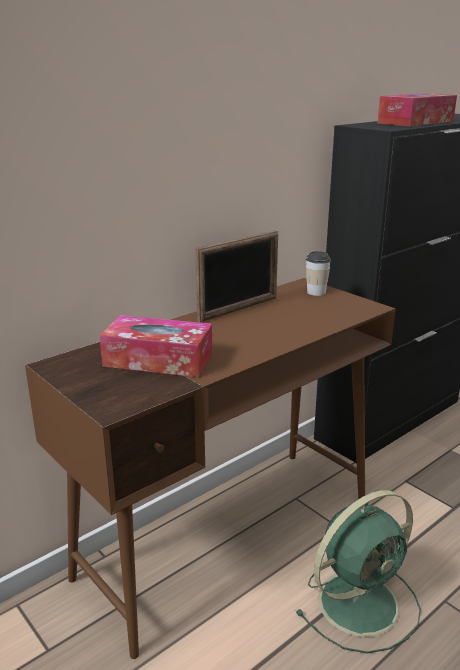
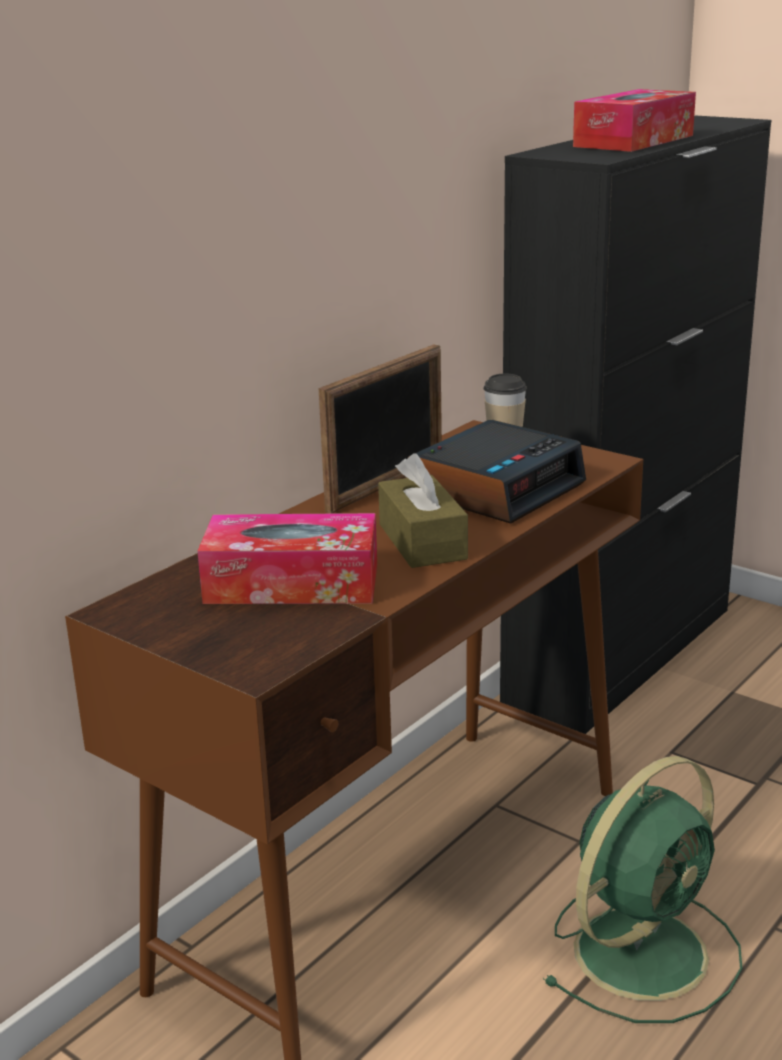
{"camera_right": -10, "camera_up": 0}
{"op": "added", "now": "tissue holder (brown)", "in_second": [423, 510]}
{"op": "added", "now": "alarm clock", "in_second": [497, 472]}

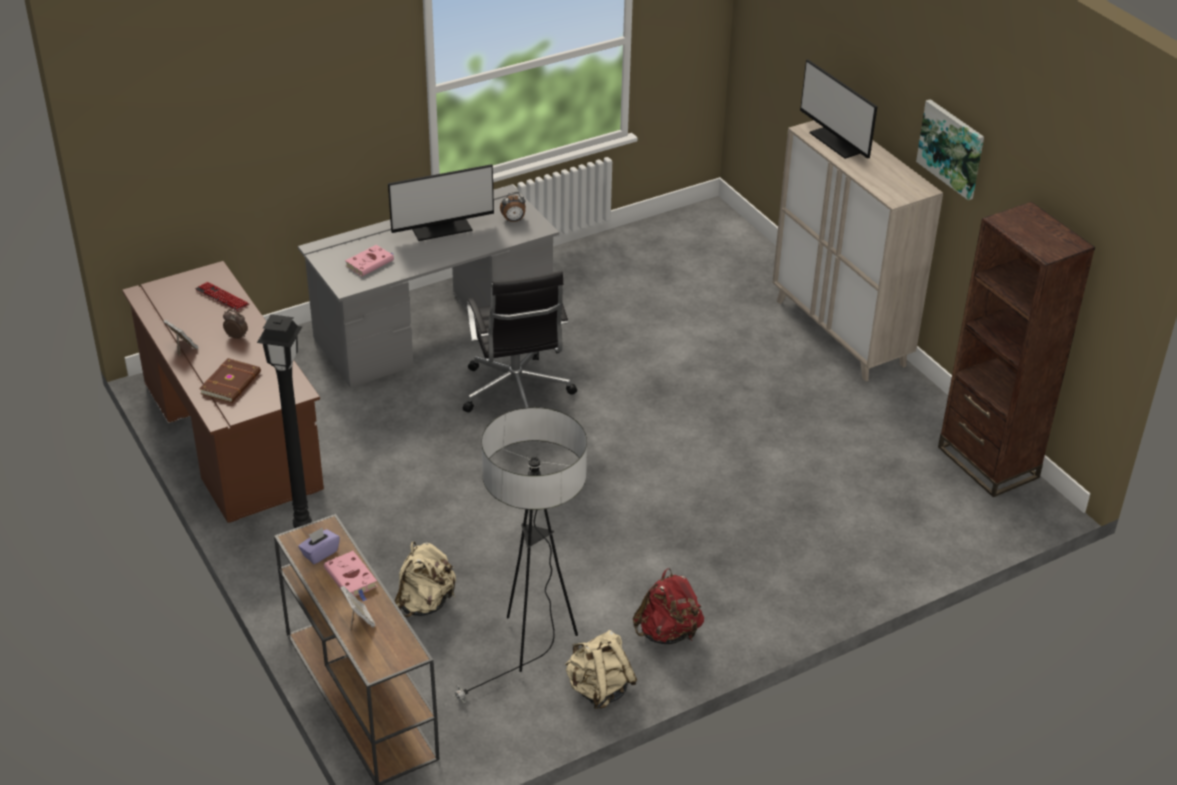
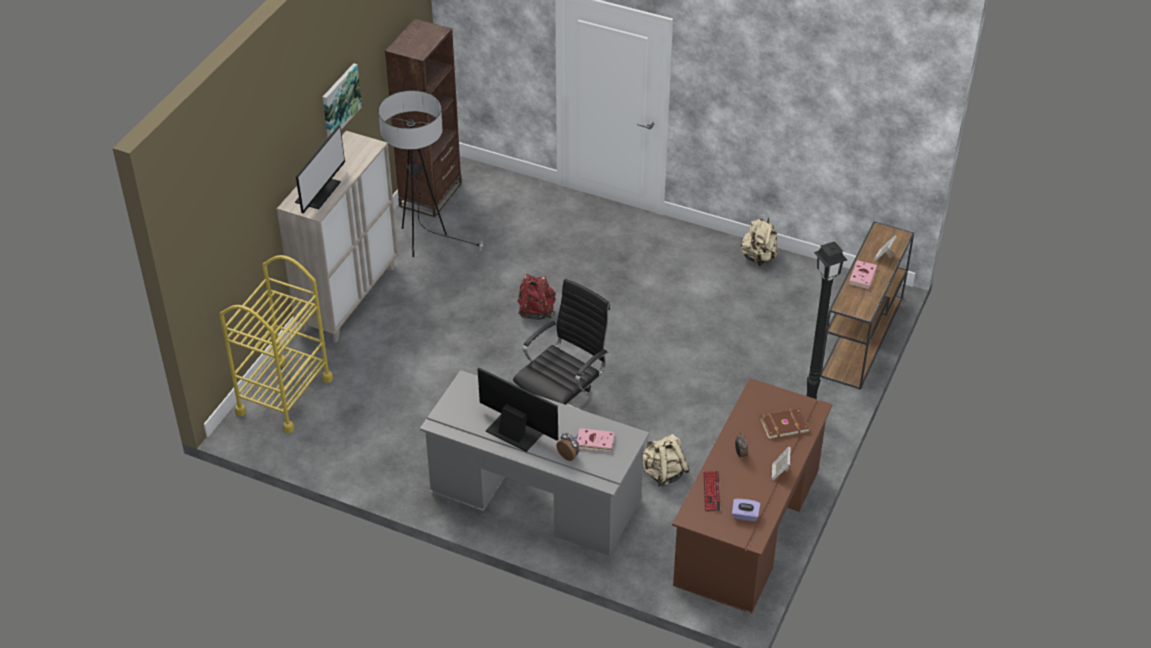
{"camera_right": -125, "camera_up": 5}
{"op": "moved", "was": "tissue holder (purplish)", "in_first": [319, 546], "in_second": [746, 510]}
{"op": "moved", "was": "rucksack (beige-coloured)", "in_first": [425, 579], "in_second": [666, 460]}
{"op": "moved", "was": "standing lamp", "in_first": [519, 555], "in_second": [432, 173]}
{"op": "moved", "was": "alarm clock", "in_first": [513, 207], "in_second": [568, 447]}
{"op": "moved", "was": "rucksack (red)", "in_first": [668, 606], "in_second": [536, 297]}
{"op": "added", "now": "cart (yellow-coloured)", "in_second": [276, 344]}

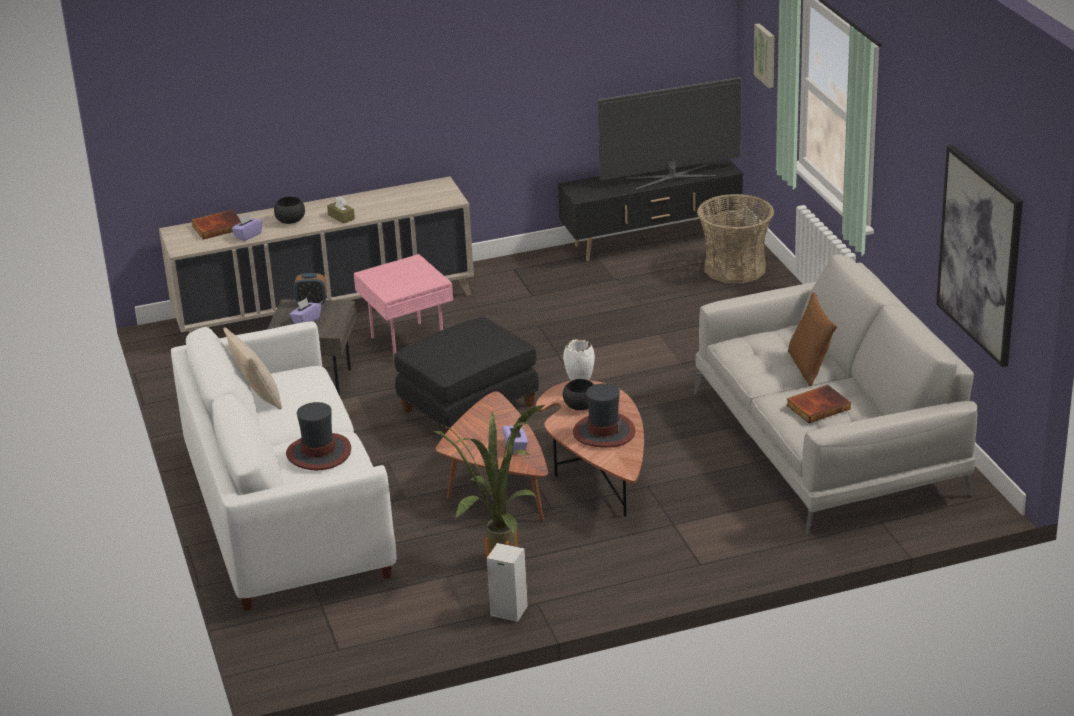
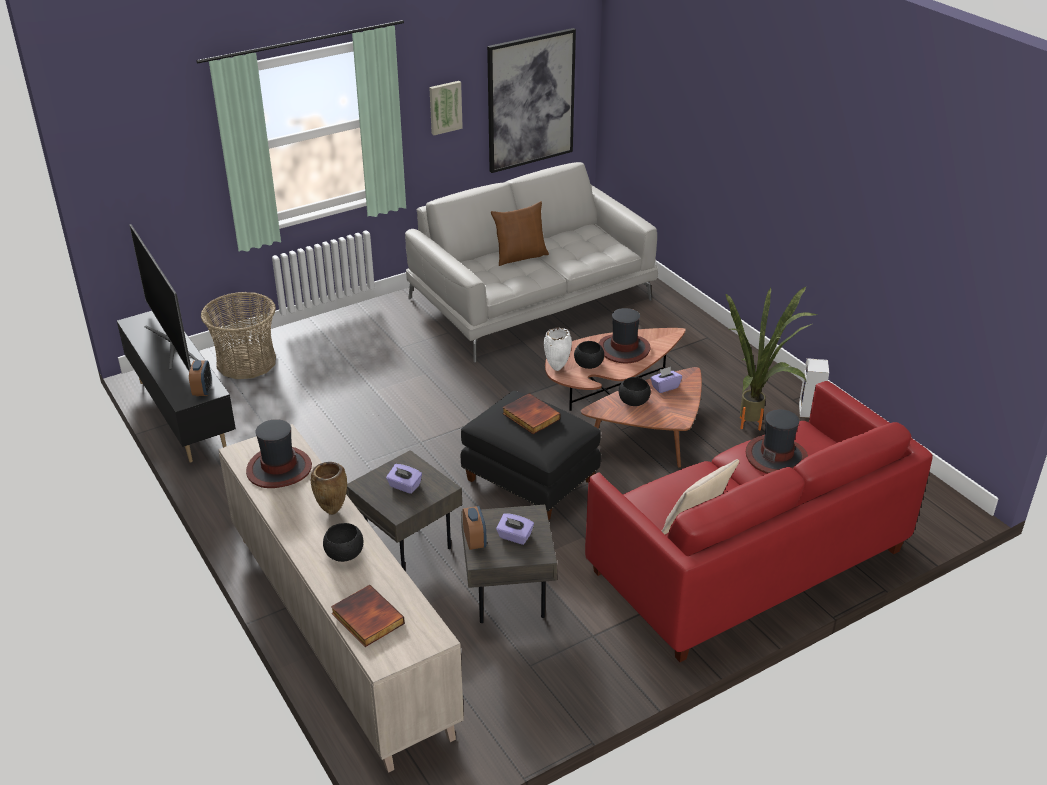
{"camera_right": -105, "camera_up": 5}
{"op": "recoloured", "was": "sofa (whitish)", "now": "sofa (red)", "in_first": [284, 466], "in_second": [759, 521]}
{"op": "moved", "was": "tissue holder (purplish)", "in_first": [247, 227], "in_second": [404, 479]}
{"op": "replaced", "was": "tissue holder (brown)", "now": "vase (brown)", "in_first": [341, 210], "in_second": [329, 488]}
{"op": "recoloured", "was": "accent table (pink)", "now": "accent table (greyish)", "in_first": [403, 305], "in_second": [404, 510]}
{"op": "moved", "was": "wall art", "in_first": [764, 55], "in_second": [446, 108]}
{"op": "moved", "was": "book", "in_first": [819, 404], "in_second": [532, 413]}
{"op": "added", "now": "alarm clock", "in_second": [200, 378]}
{"op": "added", "now": "wearable hat", "in_second": [279, 453]}
{"op": "added", "now": "bowl (black-coloured)", "in_second": [635, 391]}

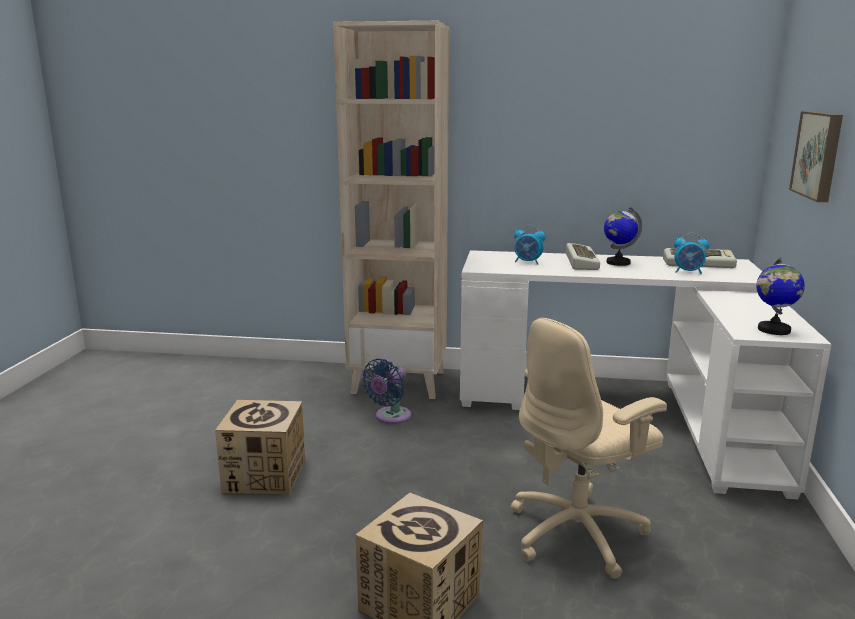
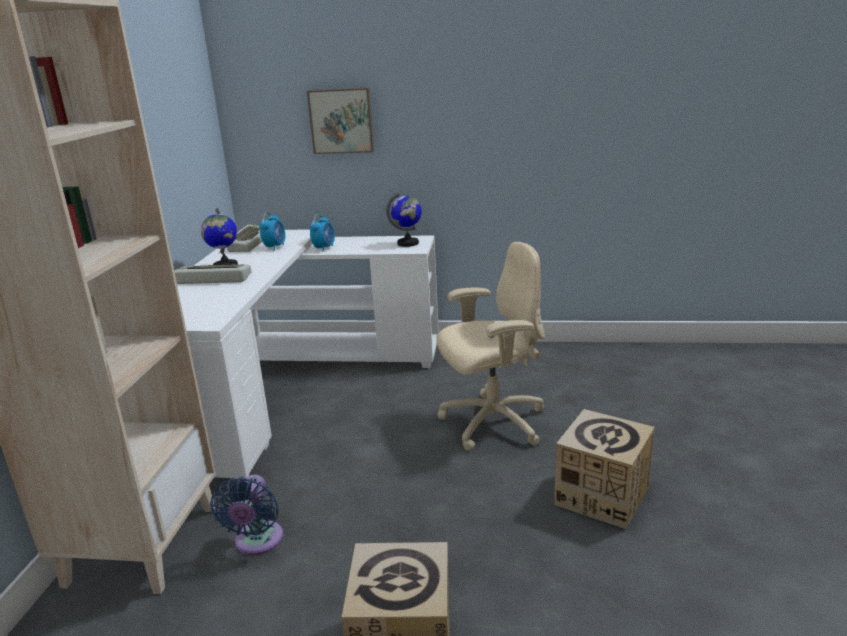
{"camera_right": -90, "camera_up": 5}
{"op": "turned", "was": "fan (blue)", "in_first": [386, 391], "in_second": [246, 515], "clockwise": 60}
{"op": "turned", "was": "computer chair (beige-coloured)", "in_first": [589, 448], "in_second": [490, 346], "clockwise": -75}
{"op": "moved", "was": "alarm clock", "in_first": [530, 245], "in_second": [322, 233]}

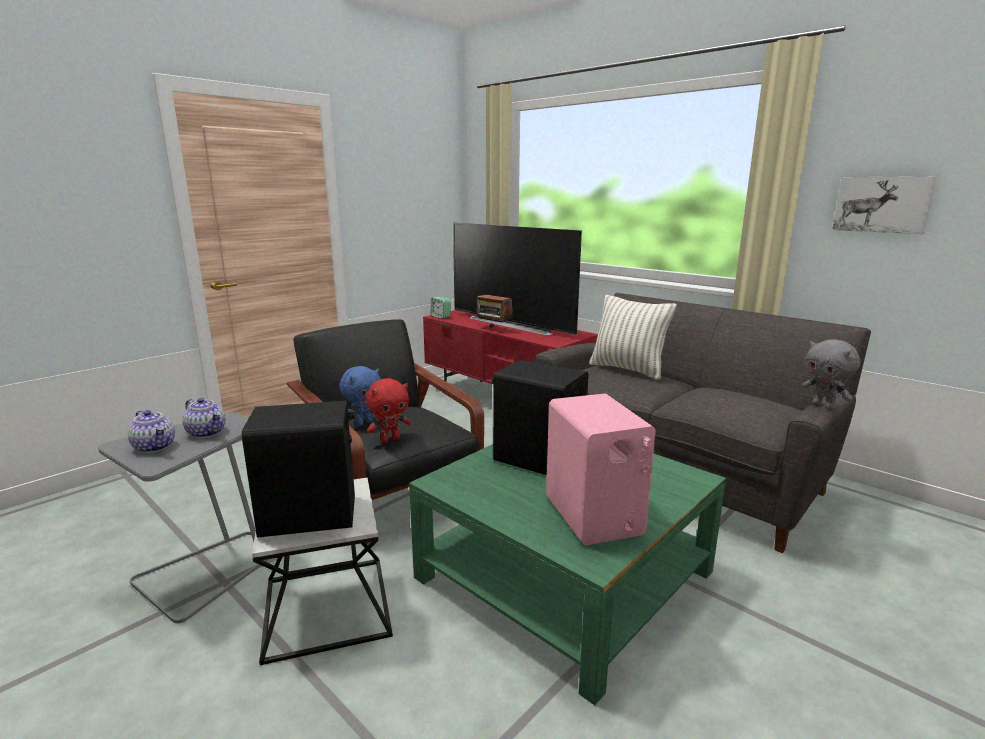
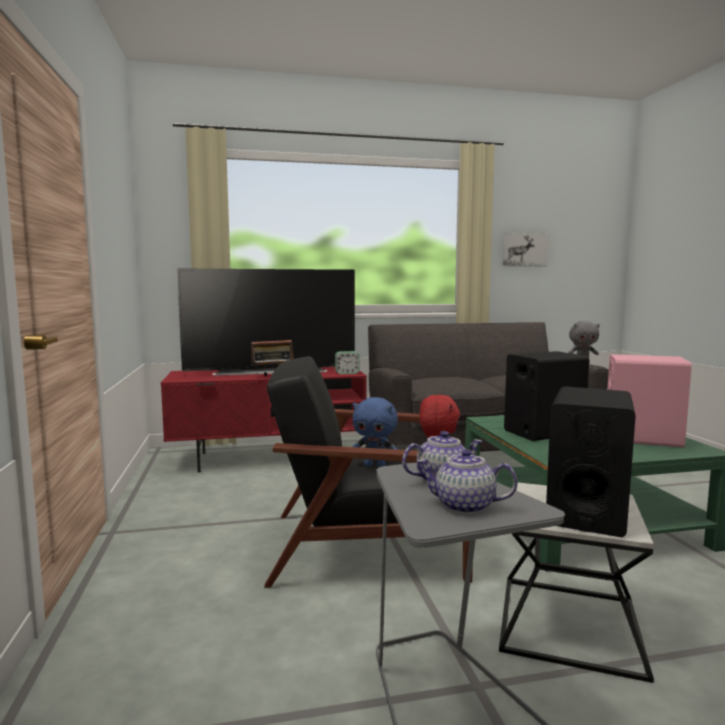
{"camera_right": -55, "camera_up": -10}
{"op": "turned", "was": "tea pot", "in_first": [151, 431], "in_second": [467, 481], "clockwise": -150}
{"op": "turned", "was": "cuddly toy (blue)", "in_first": [359, 396], "in_second": [375, 432], "clockwise": 120}
{"op": "moved", "was": "alarm clock", "in_first": [441, 308], "in_second": [347, 362]}
{"op": "removed", "was": "cushion", "in_first": [633, 337]}

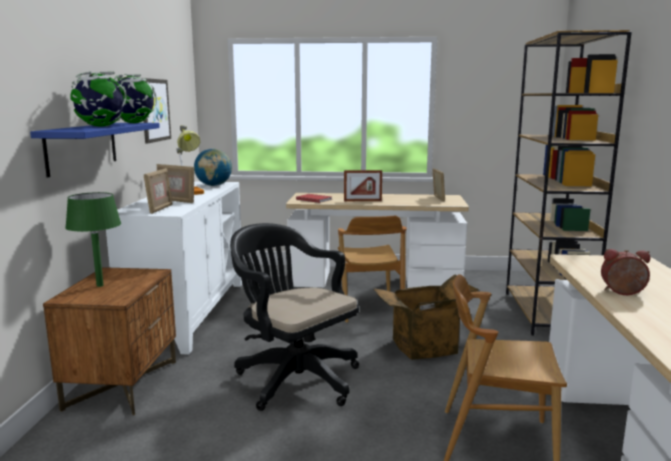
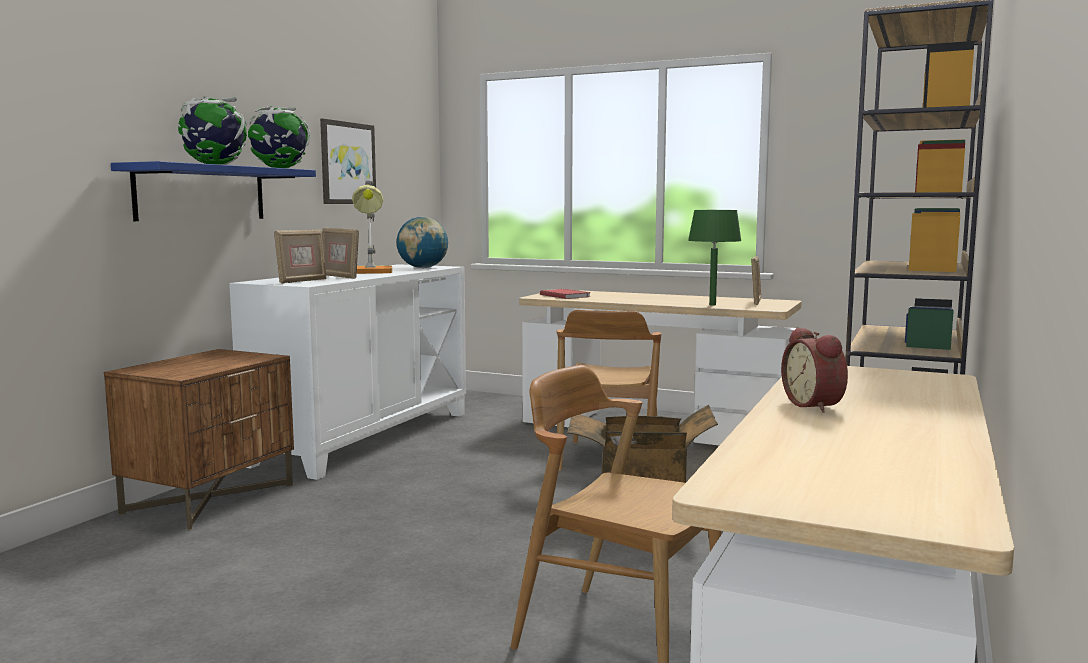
{"camera_right": 20, "camera_up": -5}
{"op": "moved", "was": "table lamp (green-coloured)", "in_first": [93, 239], "in_second": [715, 258]}
{"op": "removed", "was": "computer chair (black-coloured)", "in_first": [294, 317]}
{"op": "removed", "was": "picture frame", "in_first": [363, 185]}
{"op": "turned", "was": "alarm clock", "in_first": [625, 272], "in_second": [814, 370], "clockwise": -135}

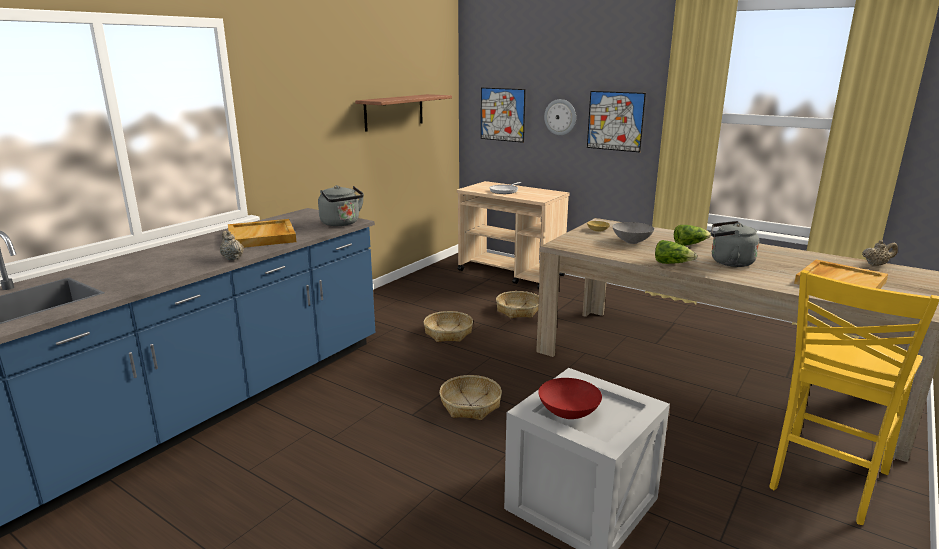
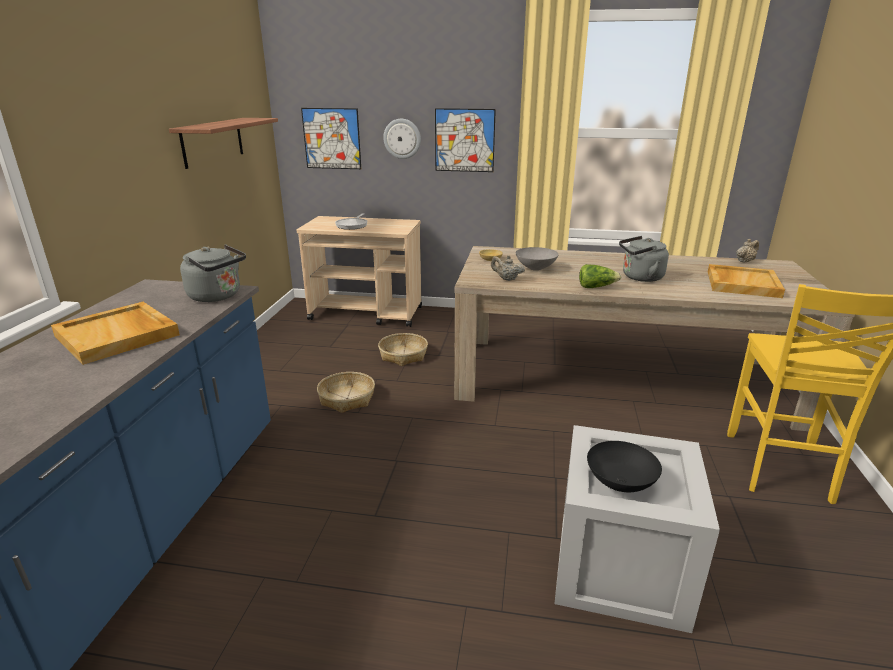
{"camera_right": -25, "camera_up": 5}
{"op": "moved", "was": "tea pot (beige-coloured)", "in_first": [232, 245], "in_second": [508, 268]}
{"op": "removed", "was": "household basket", "in_first": [470, 397]}
{"op": "recoloured", "was": "bowl (red)", "now": "bowl (black-coloured)", "in_first": [570, 398], "in_second": [624, 466]}
{"op": "removed", "was": "head of lettuce", "in_first": [692, 235]}

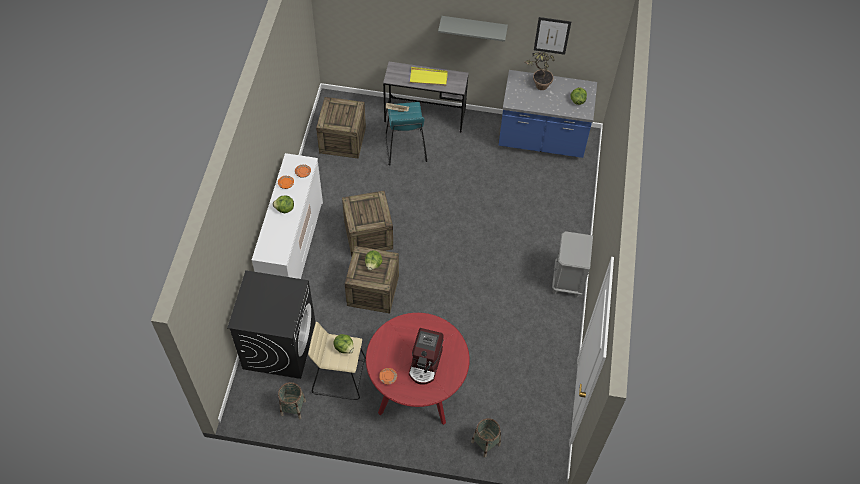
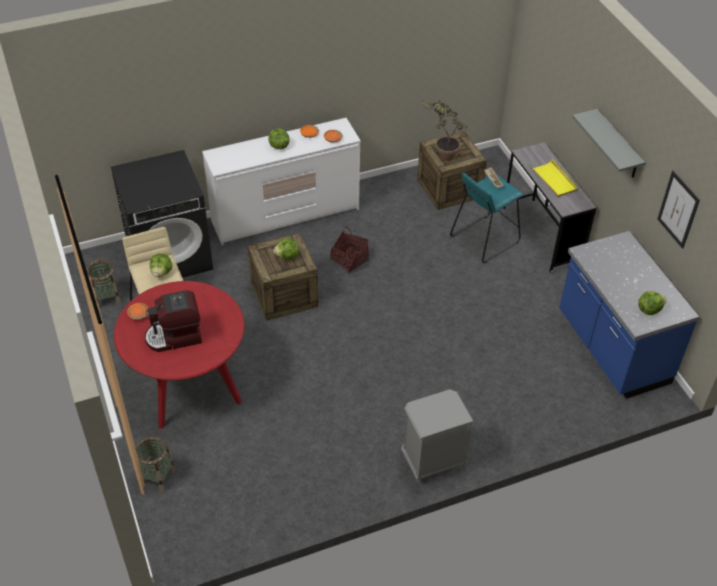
{"camera_right": 60, "camera_up": -10}
{"op": "replaced", "was": "packing crate", "now": "household basket", "in_first": [367, 224], "in_second": [350, 250]}
{"op": "moved", "was": "houseplant", "in_first": [539, 71], "in_second": [444, 130]}

